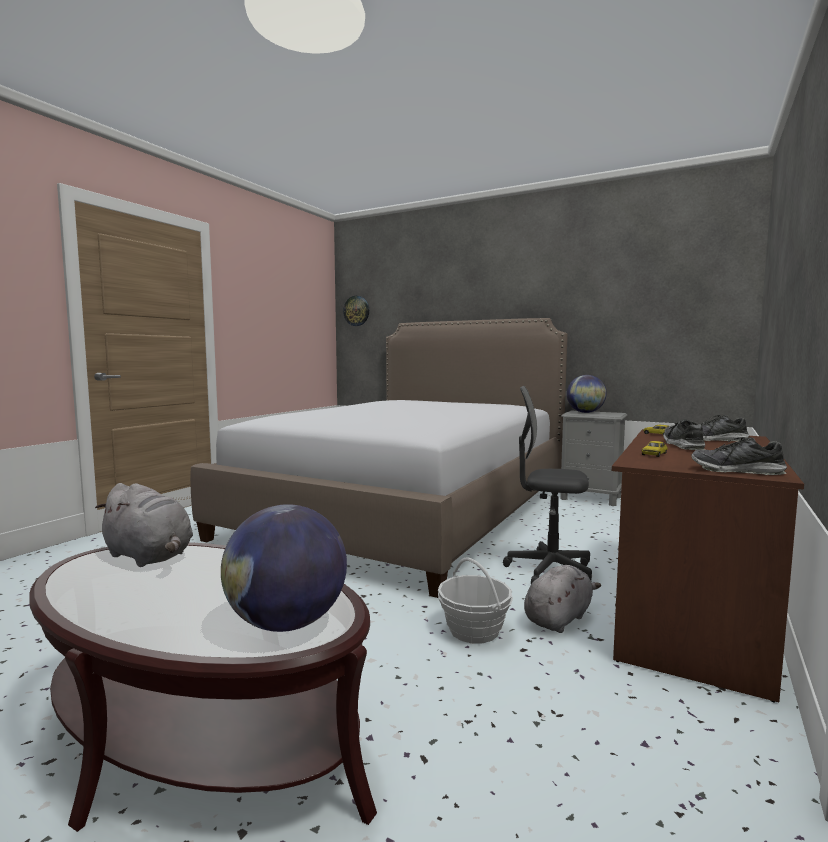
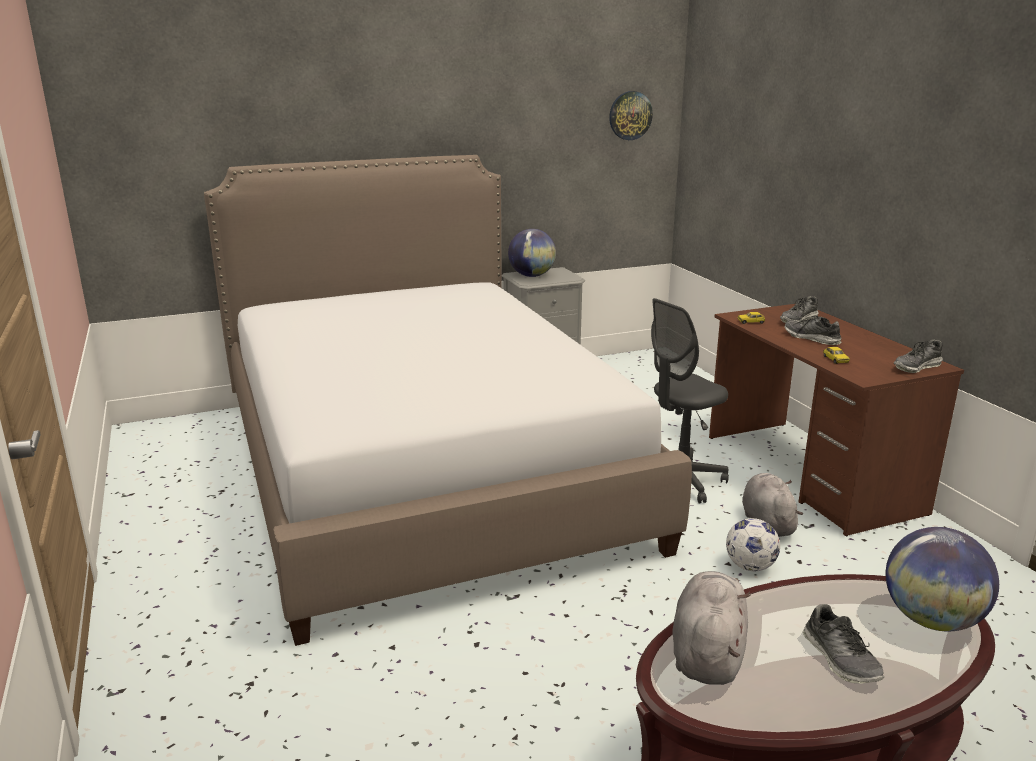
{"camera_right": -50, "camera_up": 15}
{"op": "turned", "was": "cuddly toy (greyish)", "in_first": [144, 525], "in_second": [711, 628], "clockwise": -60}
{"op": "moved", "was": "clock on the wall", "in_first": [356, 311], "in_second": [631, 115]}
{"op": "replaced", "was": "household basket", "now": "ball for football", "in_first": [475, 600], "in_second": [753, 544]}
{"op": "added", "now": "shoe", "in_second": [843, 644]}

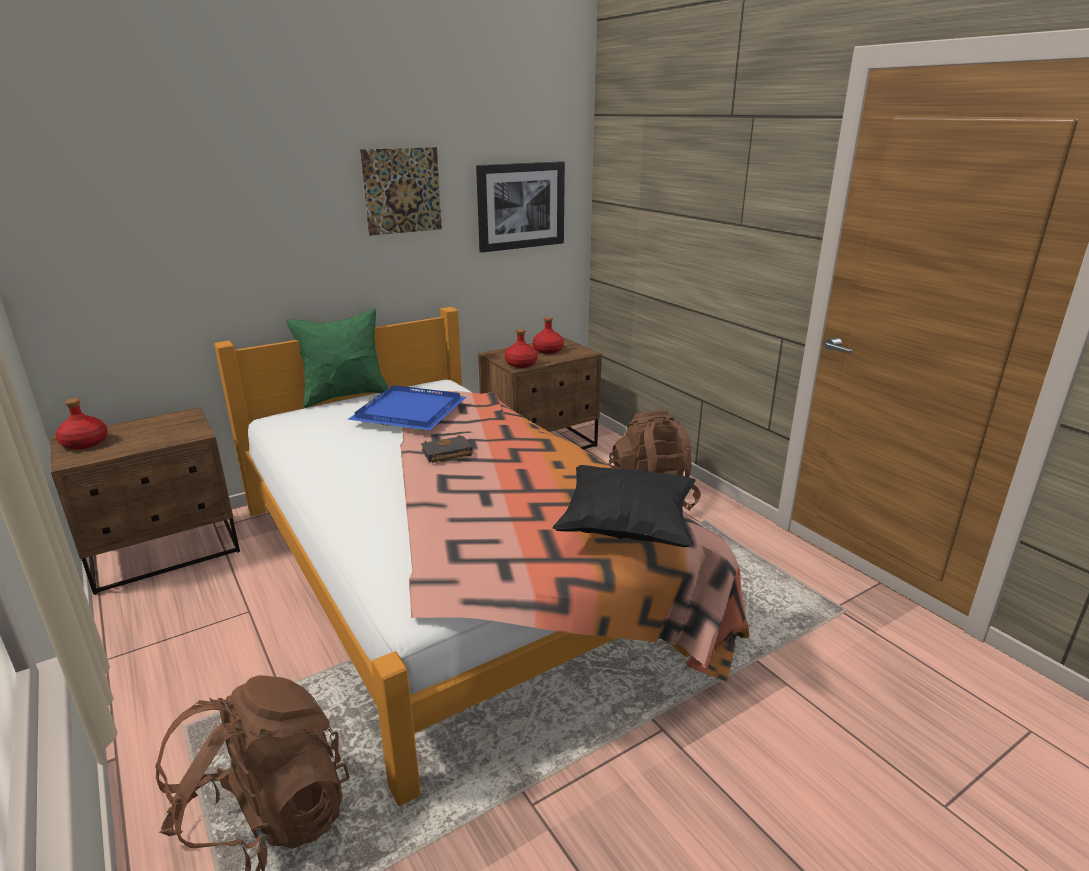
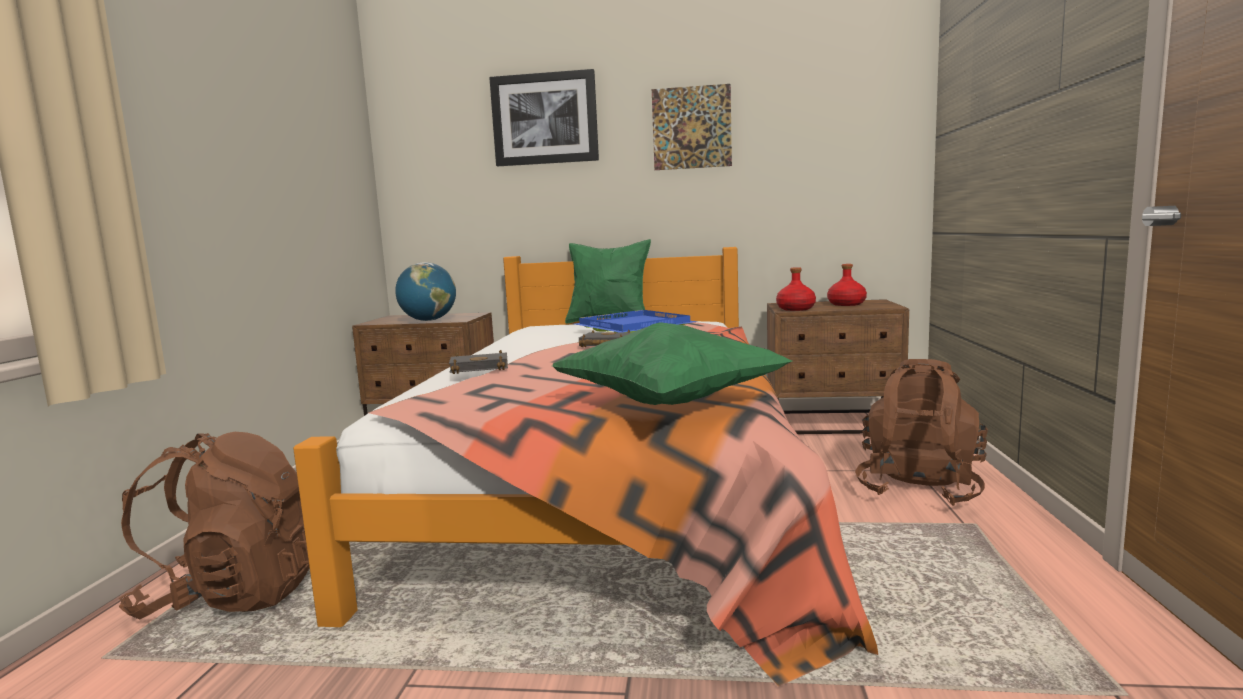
{"camera_right": 40, "camera_up": -15}
{"op": "removed", "was": "drink bottle (red)", "in_first": [82, 424]}
{"op": "moved", "was": "wall art", "in_first": [520, 207], "in_second": [544, 117]}
{"op": "recoloured", "was": "cushion (black-coloured)", "now": "cushion (green-coloured)", "in_first": [624, 506], "in_second": [672, 363]}
{"op": "added", "now": "globe", "in_second": [425, 291]}
{"op": "added", "now": "book (black-coloured)", "in_second": [478, 362]}

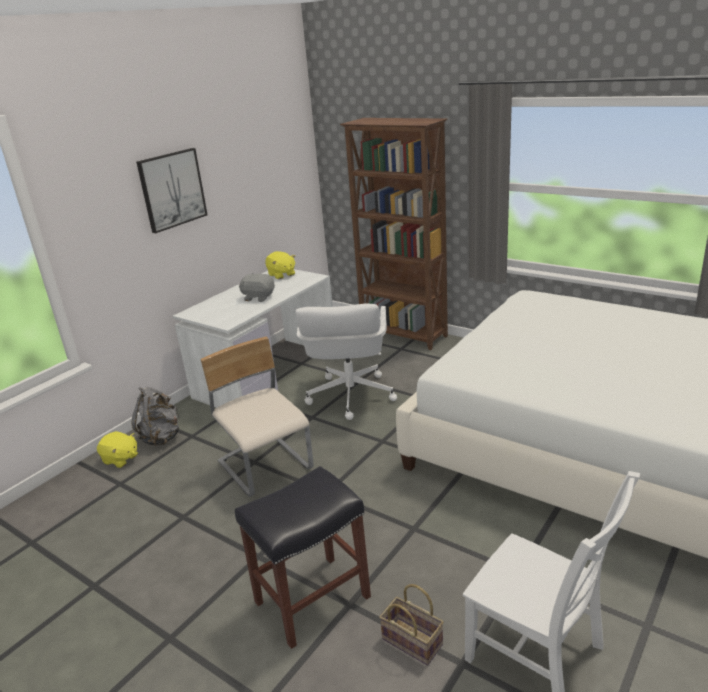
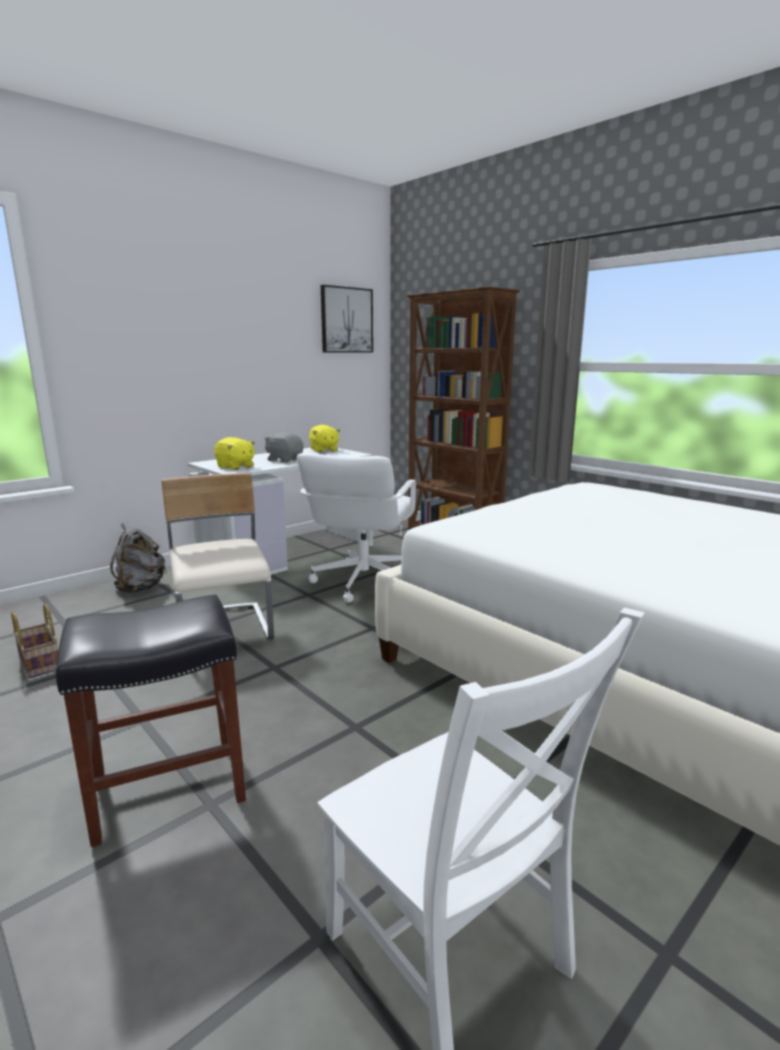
{"camera_right": 10, "camera_up": -10}
{"op": "moved", "was": "cuddly toy (yellow-coloured)", "in_first": [117, 449], "in_second": [234, 453]}
{"op": "moved", "was": "wall art", "in_first": [172, 190], "in_second": [347, 319]}
{"op": "moved", "was": "household basket", "in_first": [411, 625], "in_second": [34, 641]}

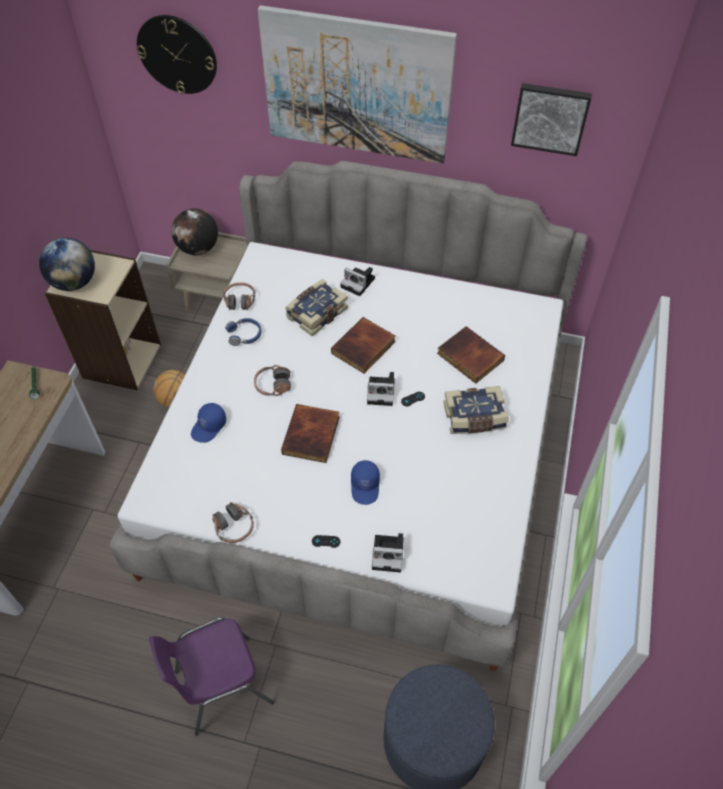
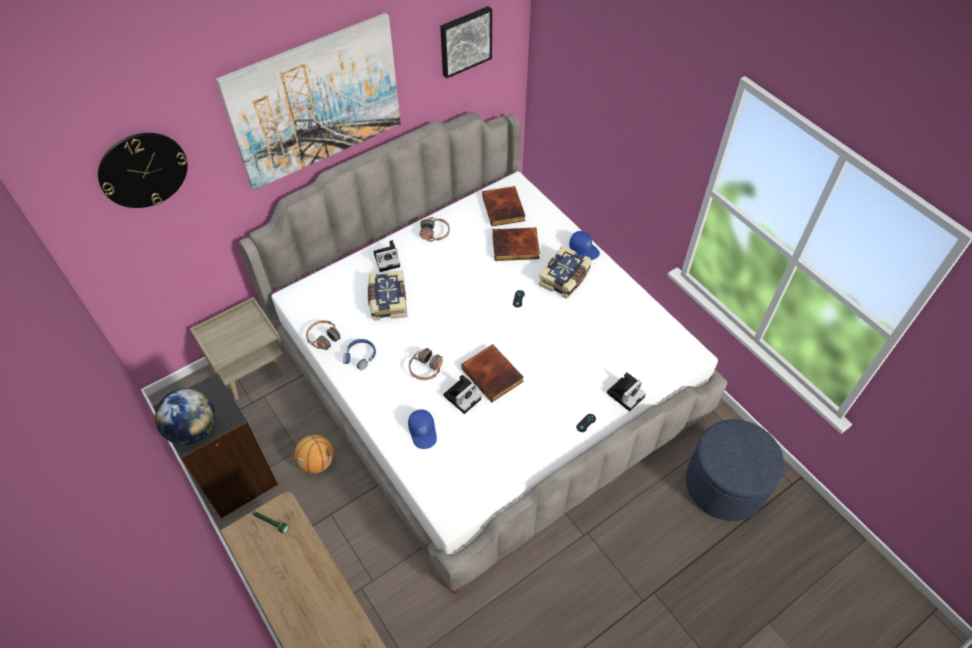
{"camera_right": -50, "camera_up": 0}
{"op": "recoloured", "was": "bookshelf (beige-coloured)", "now": "bookshelf (black-coloured)", "in_first": [103, 320], "in_second": [215, 445]}
{"op": "removed", "was": "chair (purplish)", "in_first": [211, 676]}
{"op": "removed", "was": "globe", "in_first": [194, 231]}
{"op": "moved", "was": "headset", "in_first": [233, 522], "in_second": [435, 229]}
{"op": "moved", "was": "book", "in_first": [363, 345], "in_second": [503, 206]}
{"op": "moved", "was": "peaked cap (blue)", "in_first": [365, 482], "in_second": [584, 245]}
{"op": "moved", "was": "photo camera", "in_first": [381, 389], "in_second": [462, 394]}

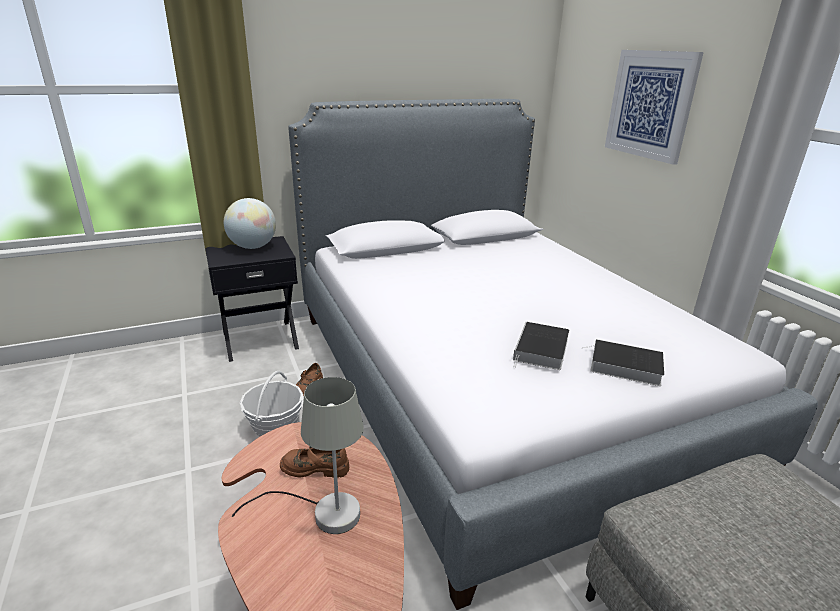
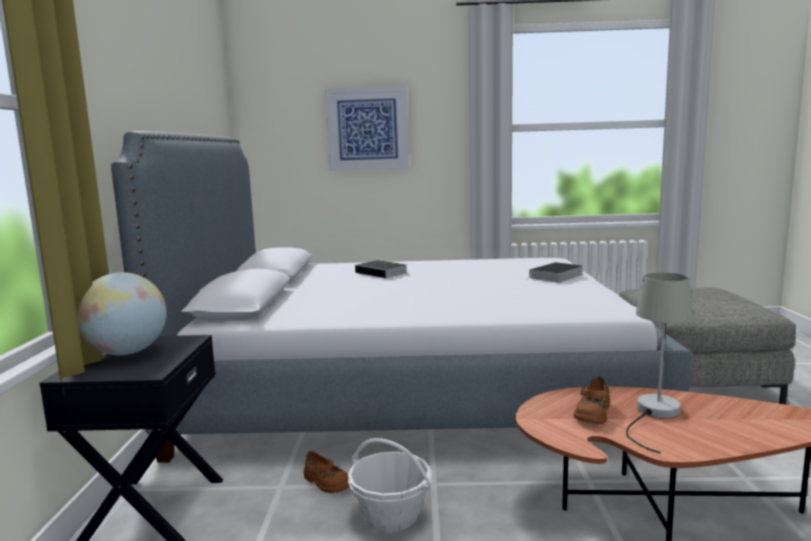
{"camera_right": -65, "camera_up": -15}
{"op": "moved", "was": "book", "in_first": [541, 346], "in_second": [381, 269]}

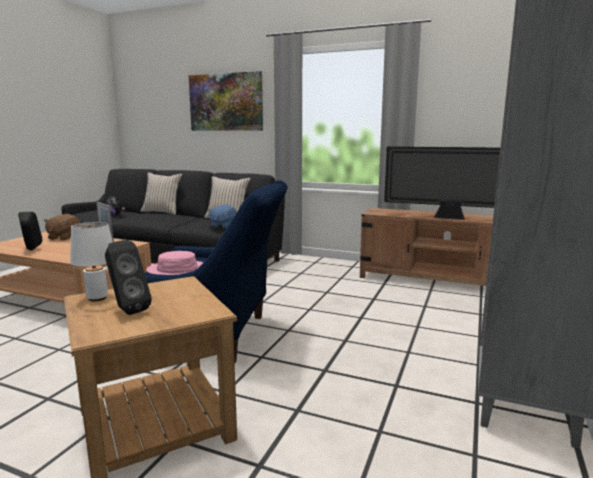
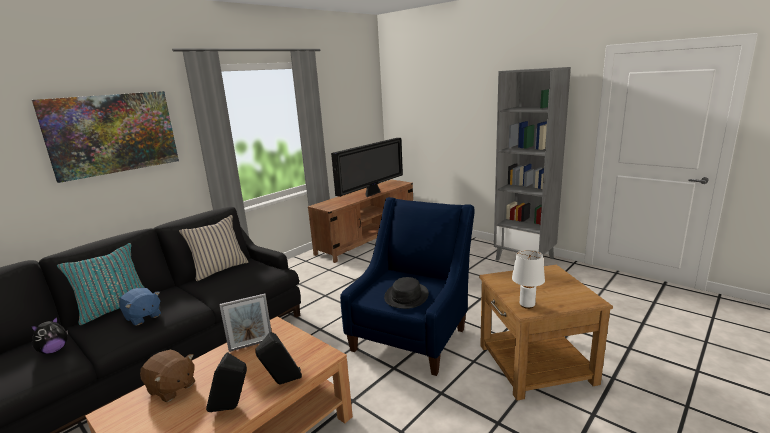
{"camera_right": -70, "camera_up": 5}
{"op": "moved", "was": "loudspeaker (black-coloured)", "in_first": [128, 277], "in_second": [278, 358]}
{"op": "recoloured", "was": "cushion (beige-coloured)", "now": "cushion (turquoise-coloured)", "in_first": [162, 194], "in_second": [101, 284]}
{"op": "recoloured", "was": "wearable hat (pink)", "now": "wearable hat (black-coloured)", "in_first": [175, 263], "in_second": [406, 293]}
{"op": "moved", "was": "cuddly toy (blue)", "in_first": [222, 217], "in_second": [140, 307]}

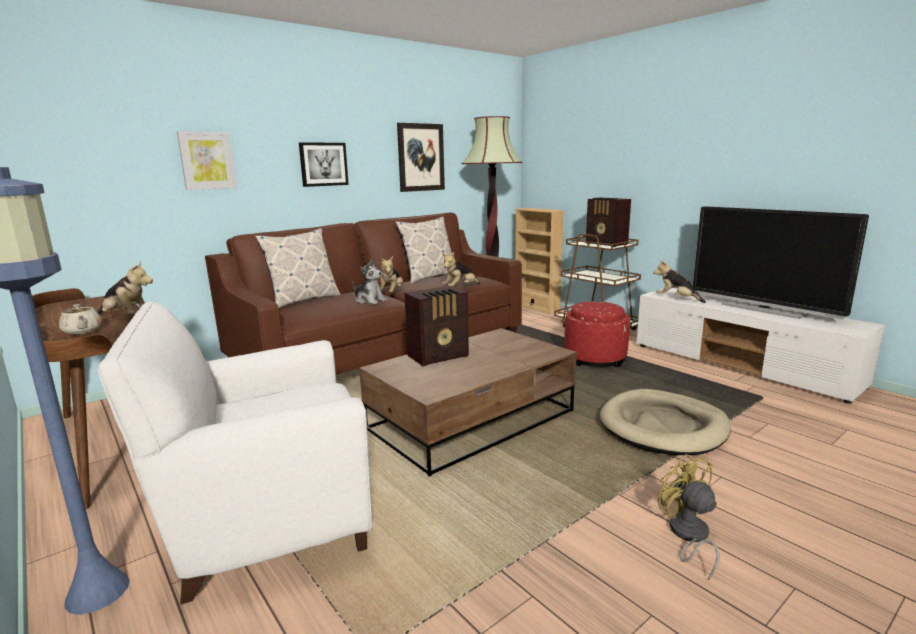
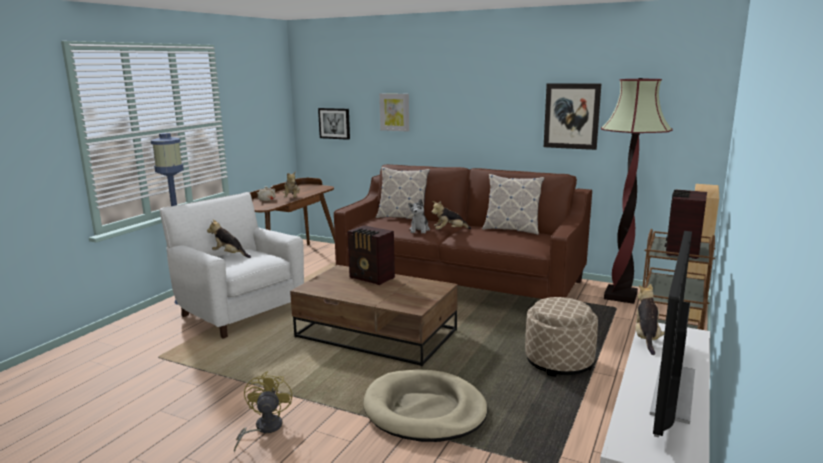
{"camera_right": 65, "camera_up": 0}
{"op": "moved", "was": "wall art", "in_first": [324, 164], "in_second": [334, 124]}
{"op": "moved", "was": "cuddly toy", "in_first": [461, 269], "in_second": [229, 238]}
{"op": "recoloured", "was": "ottoman (red)", "now": "ottoman (beige-coloured)", "in_first": [597, 334], "in_second": [561, 337]}
{"op": "turned", "was": "fan (yellow-coloured)", "in_first": [688, 517], "in_second": [263, 411], "clockwise": -45}

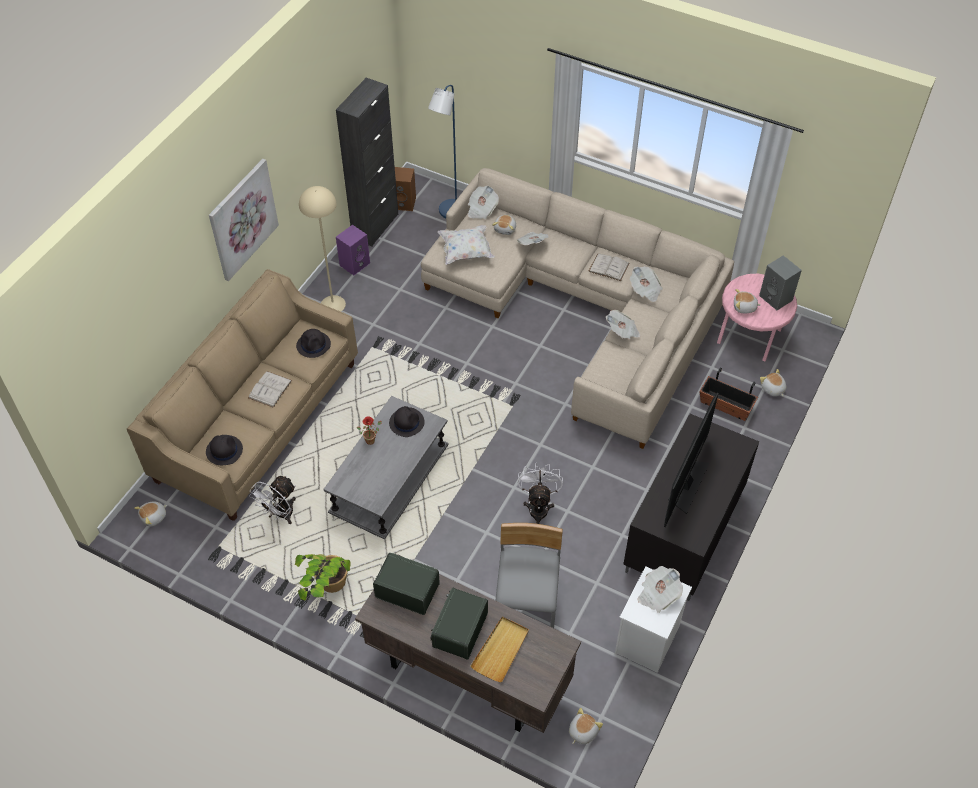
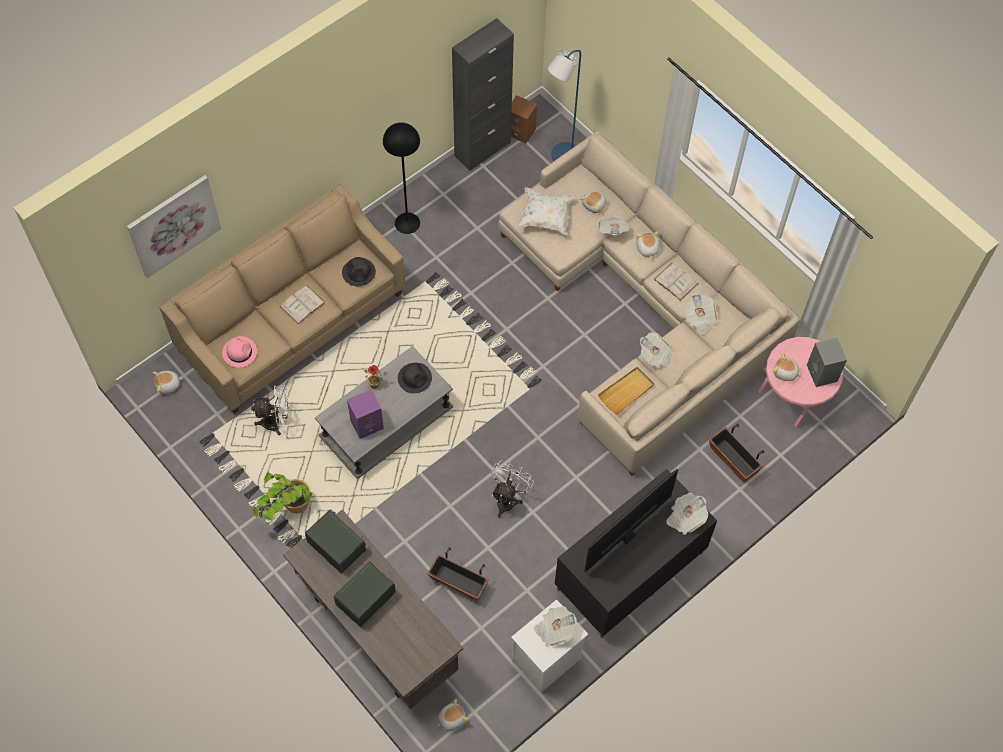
{"camera_right": 20, "camera_up": 10}
{"op": "recoloured", "was": "wearable hat (black-coloured)", "now": "wearable hat (pink)", "in_first": [224, 450], "in_second": [239, 352]}
{"op": "moved", "was": "wall art", "in_first": [244, 220], "in_second": [174, 227]}
{"op": "turned", "was": "fan (whitish)", "in_first": [272, 499], "in_second": [270, 410], "clockwise": -150}
{"op": "recoloured", "was": "standing lamp (beige-coloured)", "now": "standing lamp (black-coloured)", "in_first": [322, 249], "in_second": [401, 178]}
{"op": "moved", "was": "loudspeaker (purplish)", "in_first": [353, 250], "in_second": [365, 414]}
{"op": "moved", "was": "daily paper", "in_first": [483, 202], "in_second": [687, 514]}
{"op": "moved", "was": "serving tray (beige-coloured)", "in_first": [499, 649], "in_second": [626, 391]}
{"op": "replaced", "was": "chair (greyish)", "now": "planter", "in_first": [529, 575], "in_second": [458, 574]}
{"op": "moved", "was": "cuddly toy", "in_first": [773, 383], "in_second": [648, 245]}

